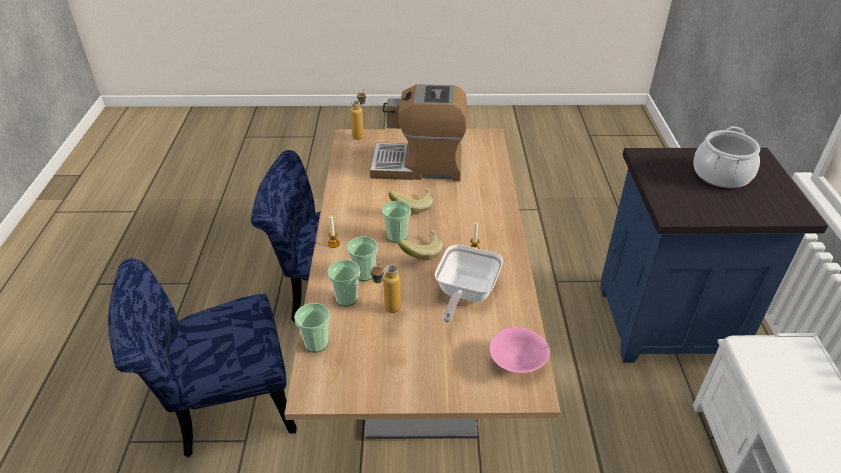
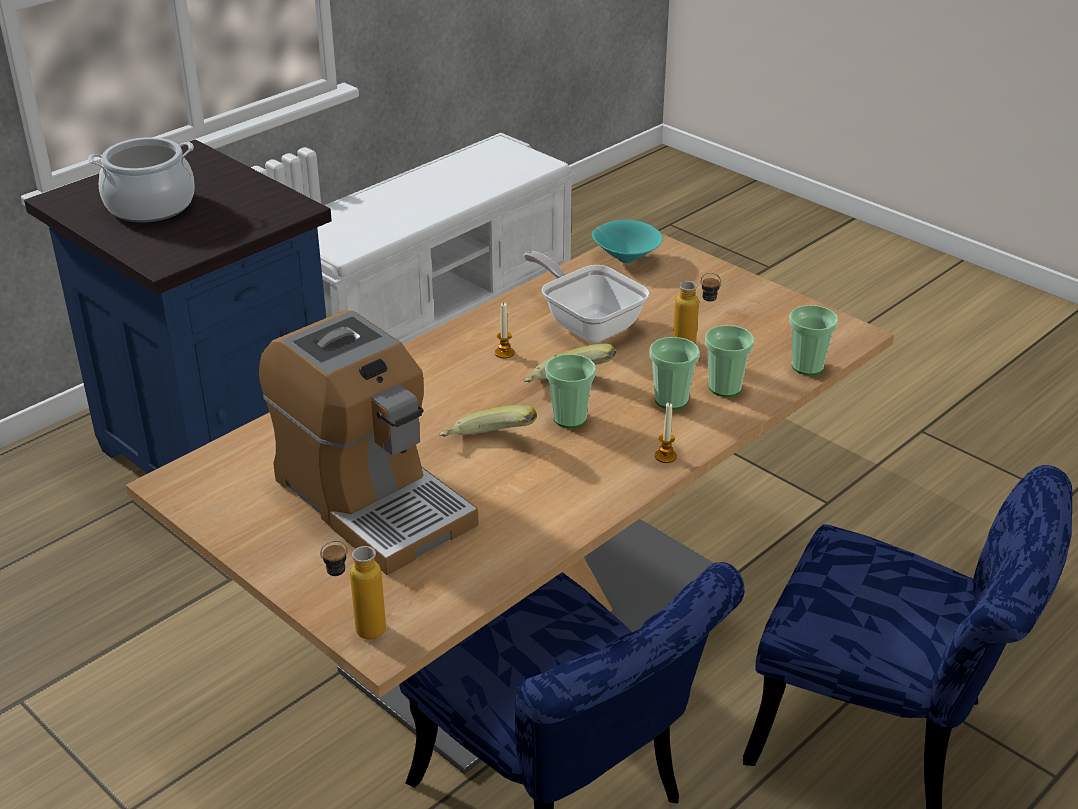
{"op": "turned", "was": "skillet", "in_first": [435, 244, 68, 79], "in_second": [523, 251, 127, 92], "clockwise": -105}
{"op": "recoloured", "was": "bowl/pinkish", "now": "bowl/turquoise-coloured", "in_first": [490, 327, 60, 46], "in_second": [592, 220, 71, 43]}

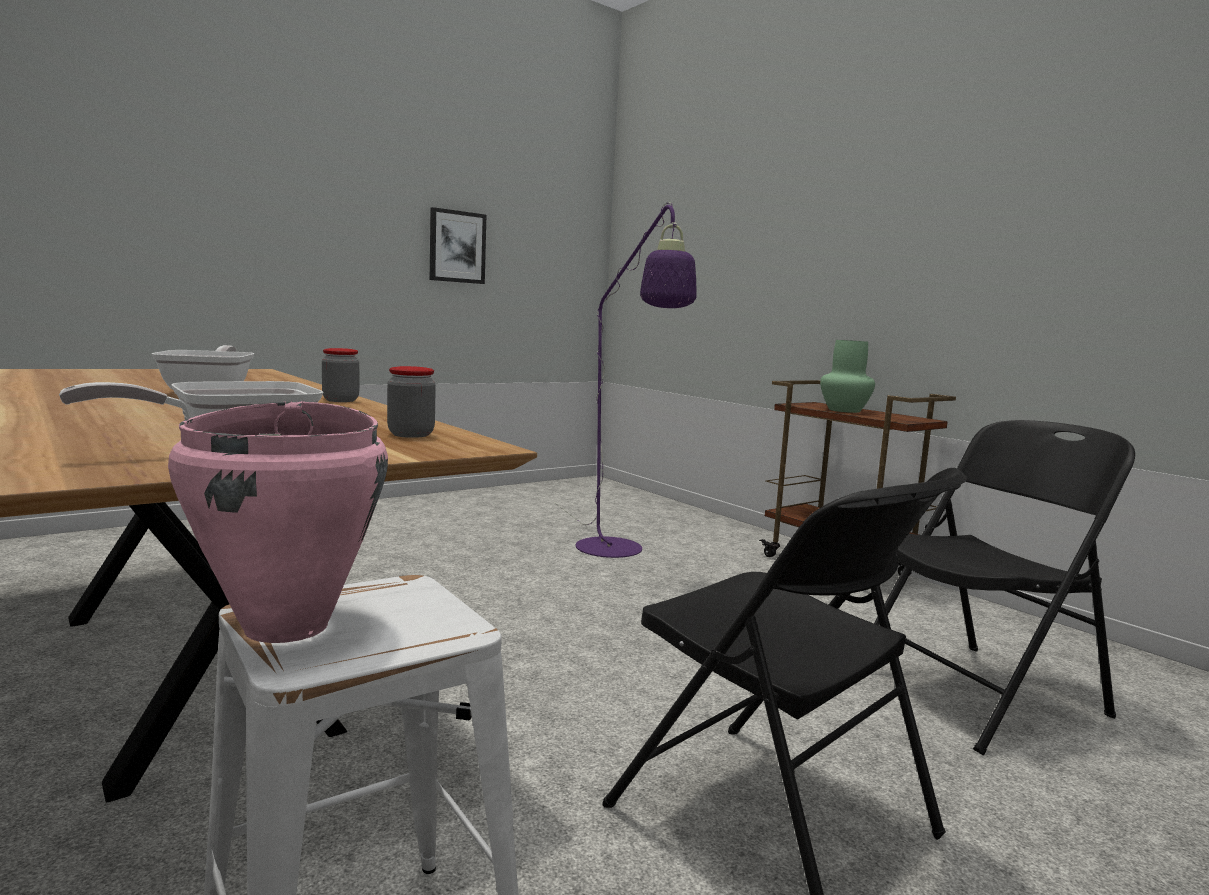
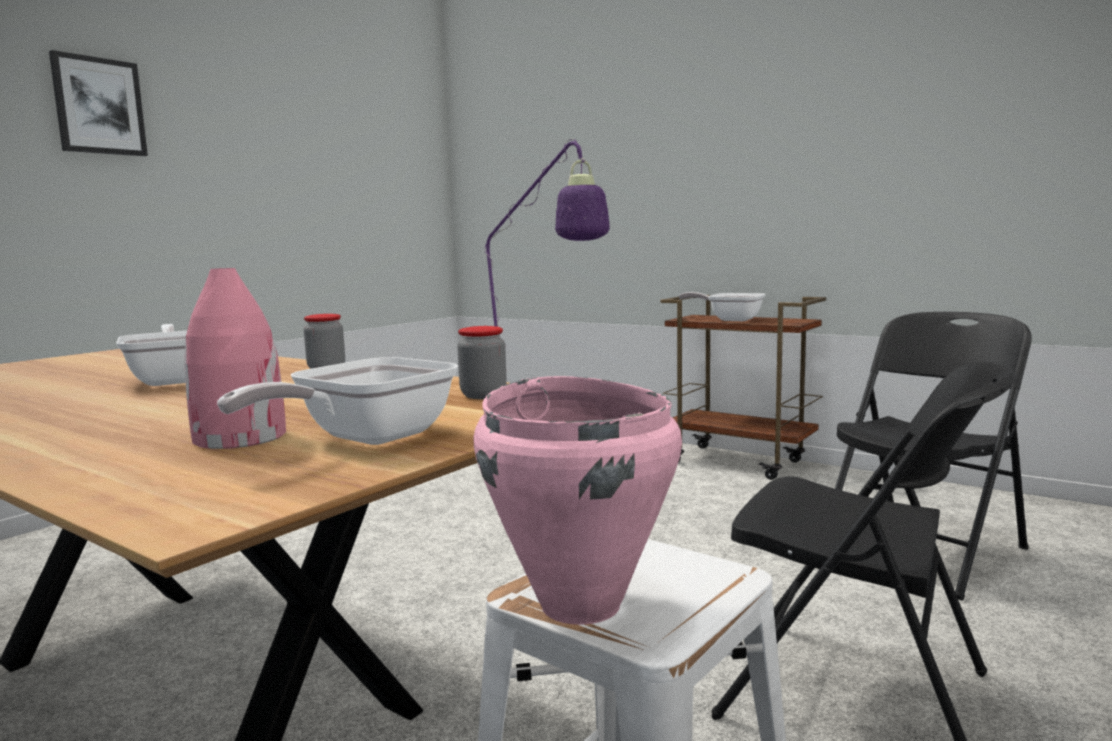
{"op": "moved", "was": "wall art", "in_first": [430, 207, 56, 77], "in_second": [49, 50, 99, 106]}
{"op": "replaced", "was": "vase/greenish", "now": "skillet", "in_first": [820, 340, 55, 73], "in_second": [679, 292, 86, 29]}
{"op": "added", "now": "vase/pinkish", "in_second": [184, 268, 102, 181]}

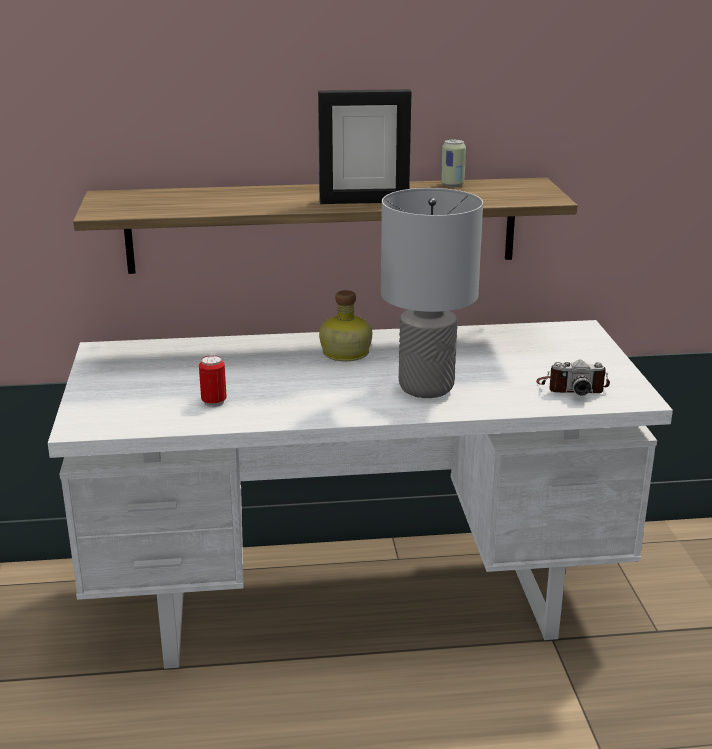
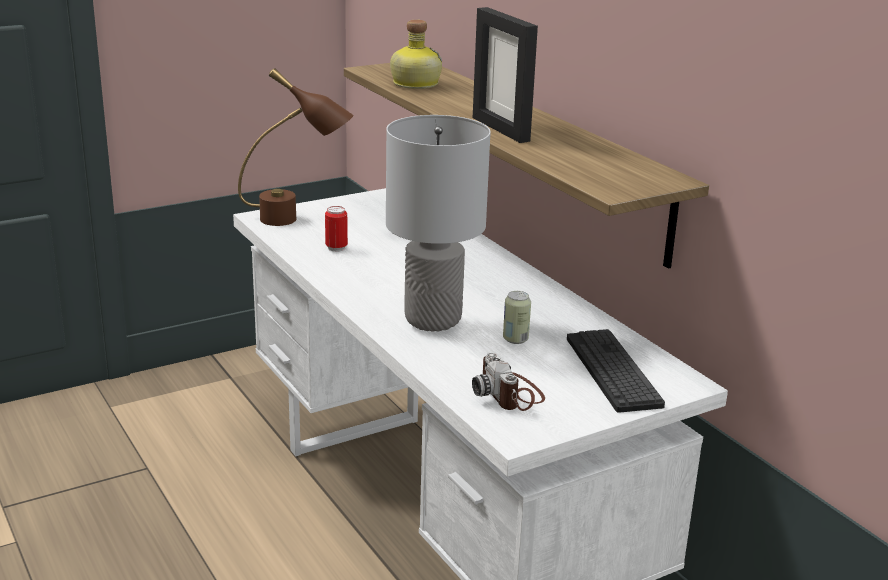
{"op": "moved", "was": "can", "in_first": [441, 139, 25, 48], "in_second": [503, 291, 28, 53]}
{"op": "moved", "was": "bottle", "in_first": [319, 290, 53, 71], "in_second": [390, 20, 52, 69]}
{"op": "added", "now": "lamp for a table/brownish", "in_second": [238, 68, 115, 158]}
{"op": "added", "now": "keyboard", "in_second": [567, 329, 98, 84]}

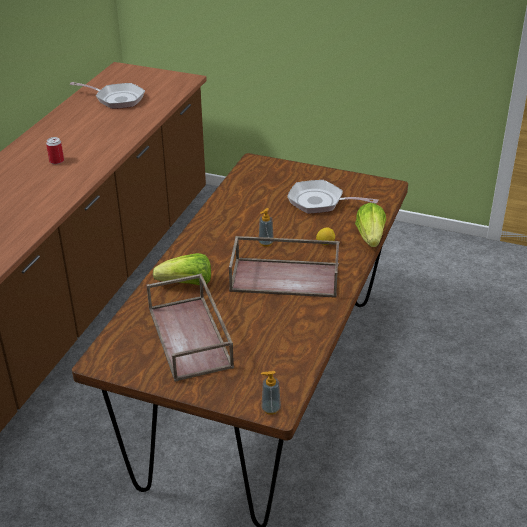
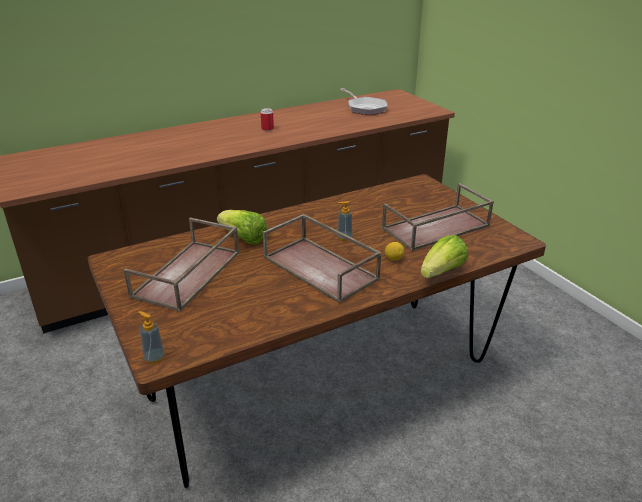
{"op": "replaced", "was": "skillet", "now": "serving tray/brownish", "in_first": [287, 180, 91, 34], "in_second": [382, 183, 112, 68]}

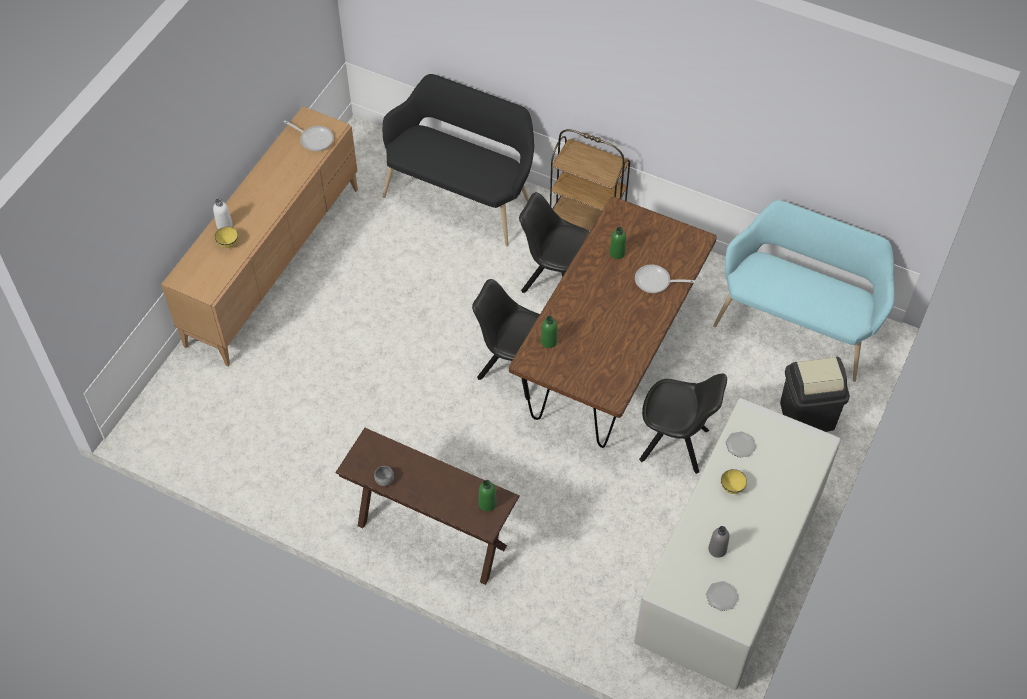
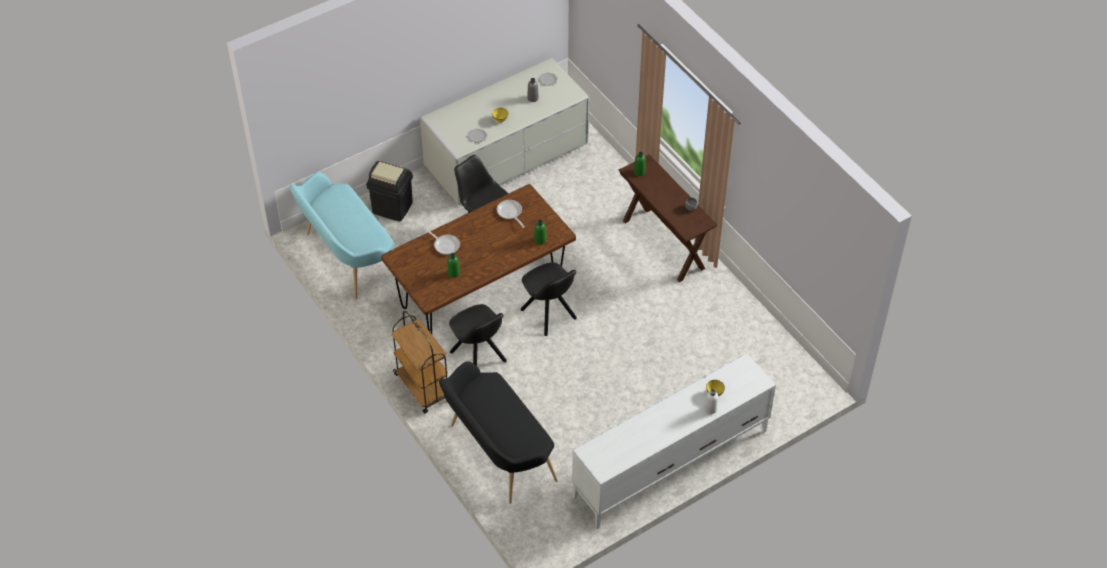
{"op": "recoloured", "was": "storage cabinet/brownish", "now": "storage cabinet/whitish", "in_first": [161, 106, 197, 260], "in_second": [572, 353, 204, 176]}
{"op": "moved", "was": "skillet", "in_first": [284, 120, 50, 31], "in_second": [497, 200, 28, 28]}

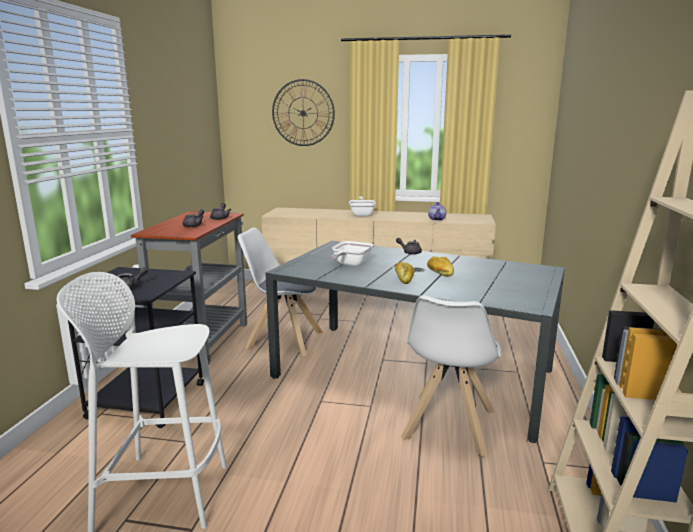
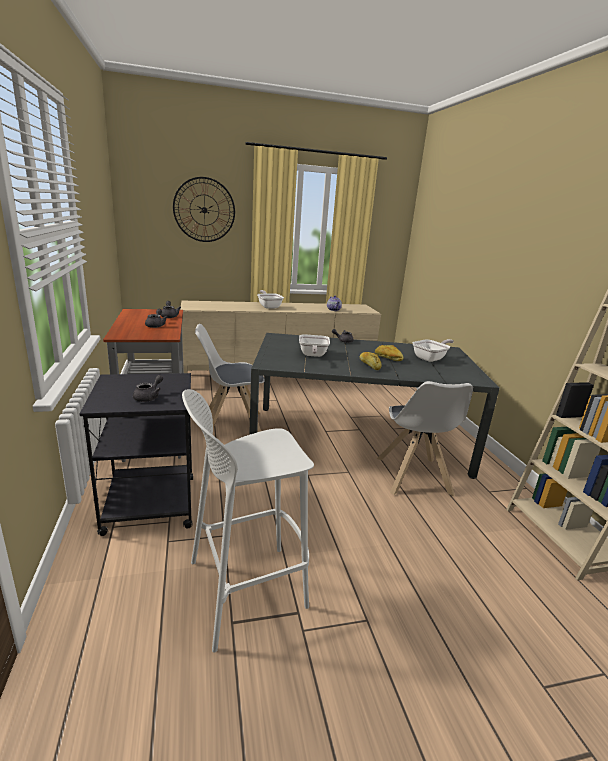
{"op": "added", "now": "skillet", "in_second": [413, 339, 41, 23]}

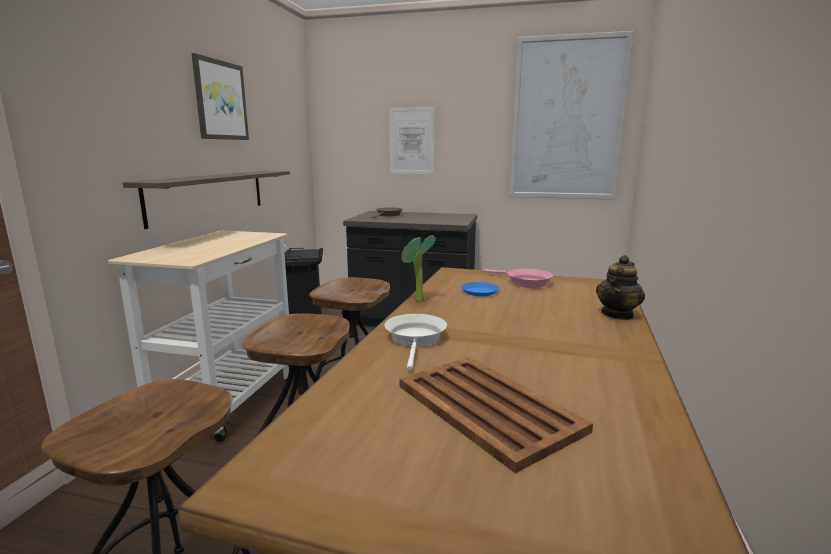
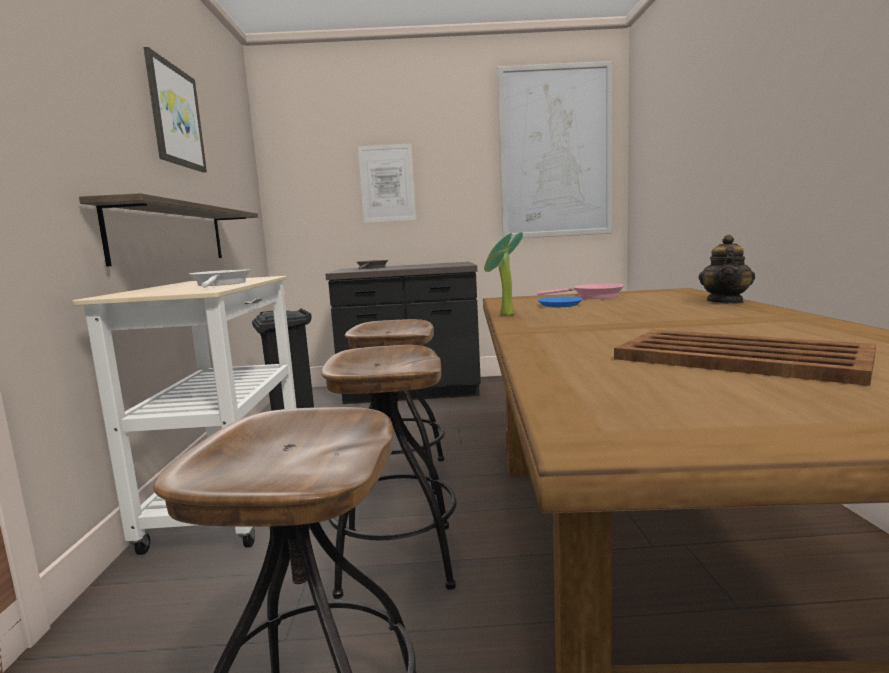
{"op": "moved", "was": "skillet/whitish", "in_first": [385, 314, 62, 57], "in_second": [189, 269, 62, 19]}

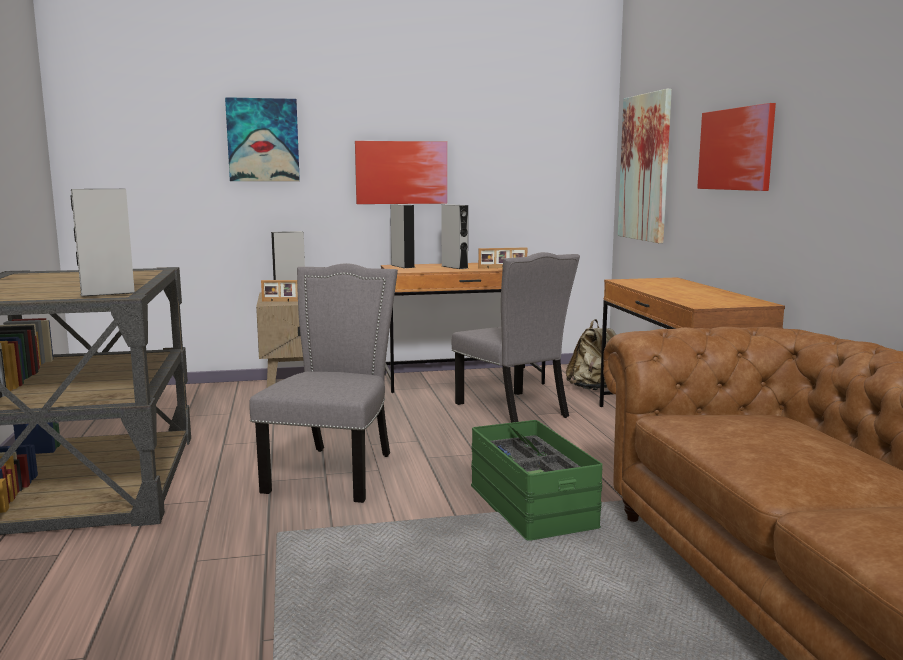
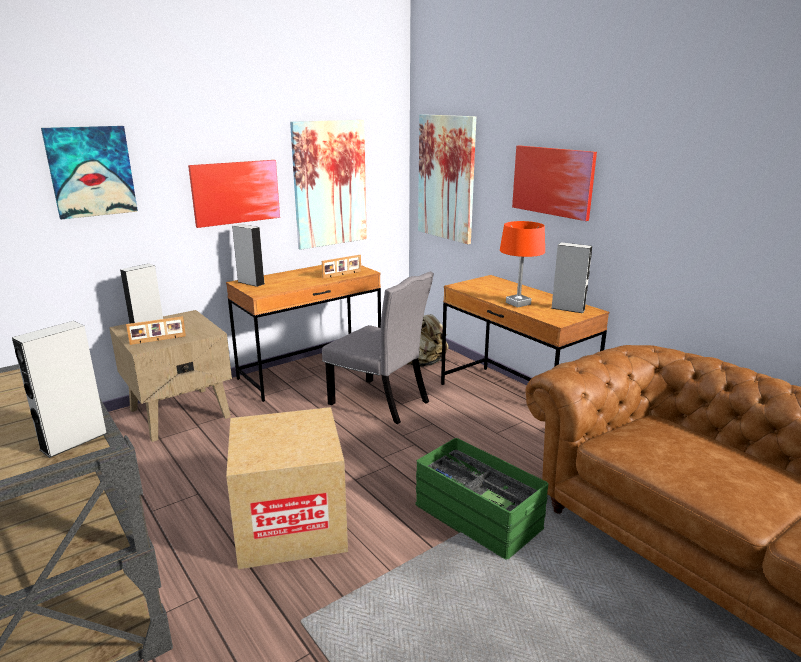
{"op": "moved", "was": "speaker/greyish", "in_first": [442, 204, 26, 65], "in_second": [551, 242, 41, 71]}
{"op": "replaced", "was": "upright chair/greyish", "now": "carton", "in_first": [249, 263, 149, 240], "in_second": [226, 407, 122, 162]}
{"op": "added", "now": "wall art", "in_second": [290, 120, 77, 130]}
{"op": "added", "now": "lamp for a table/orangey", "in_second": [500, 221, 45, 87]}

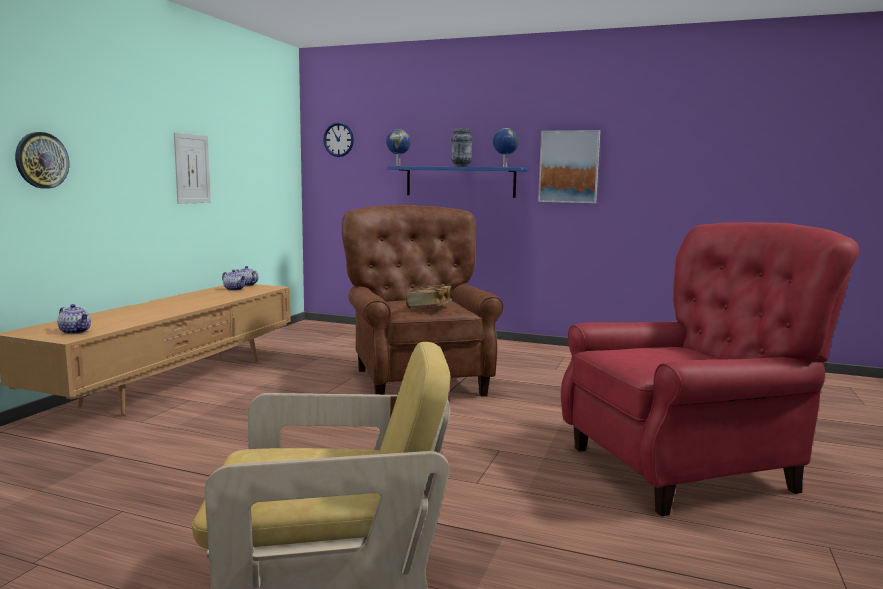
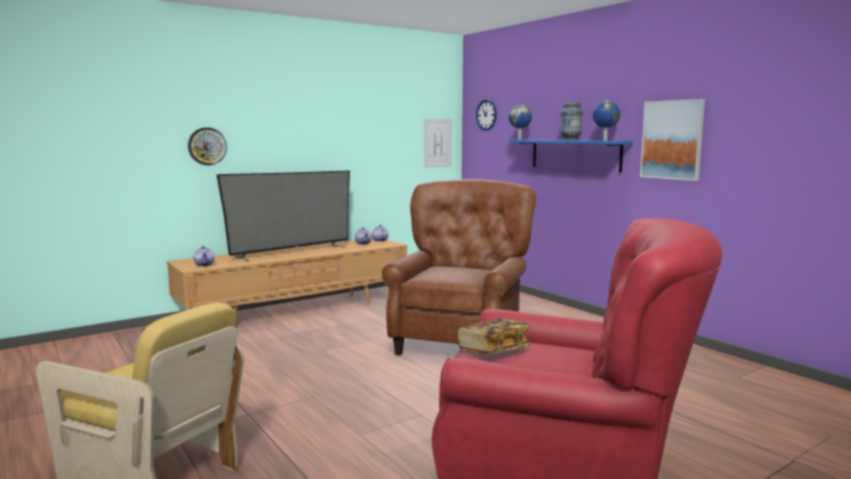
{"op": "moved", "was": "wall art", "in_first": [174, 132, 37, 72], "in_second": [425, 118, 27, 49]}
{"op": "moved", "was": "bound book", "in_first": [406, 285, 46, 24], "in_second": [458, 318, 73, 36]}
{"op": "added", "now": "TV", "in_second": [217, 171, 133, 91]}

